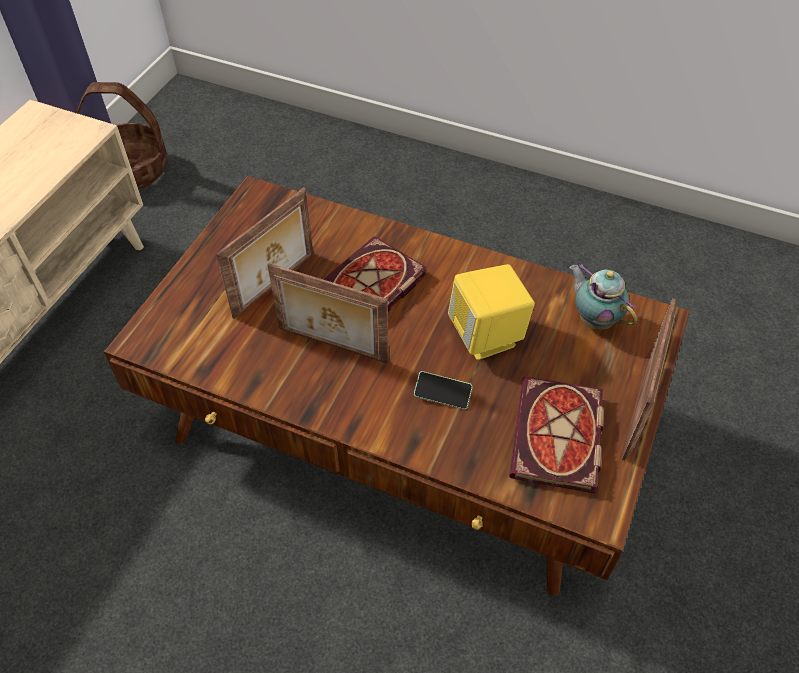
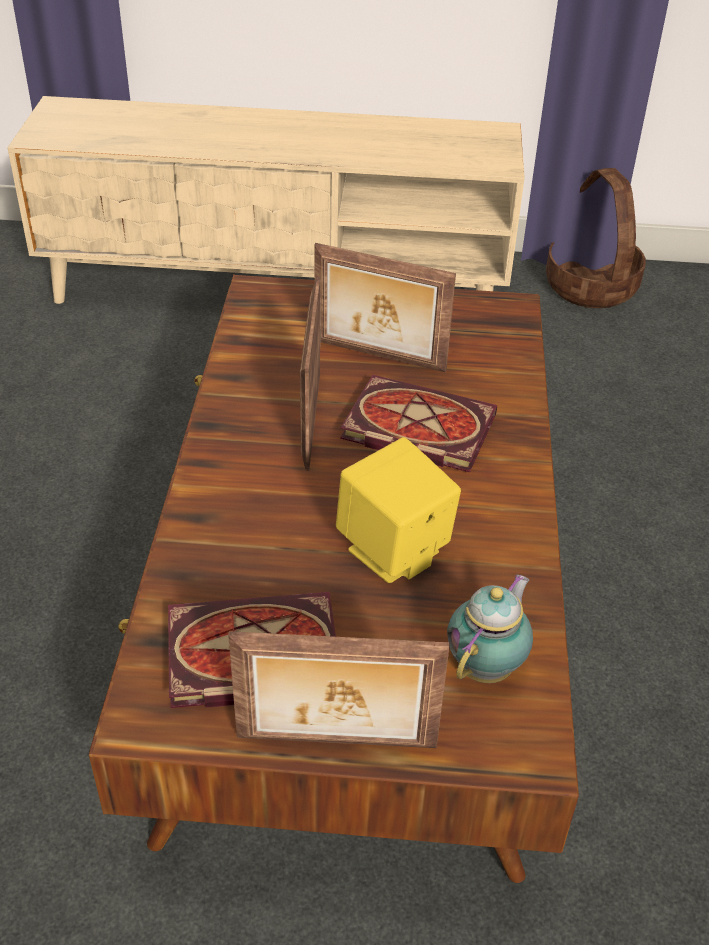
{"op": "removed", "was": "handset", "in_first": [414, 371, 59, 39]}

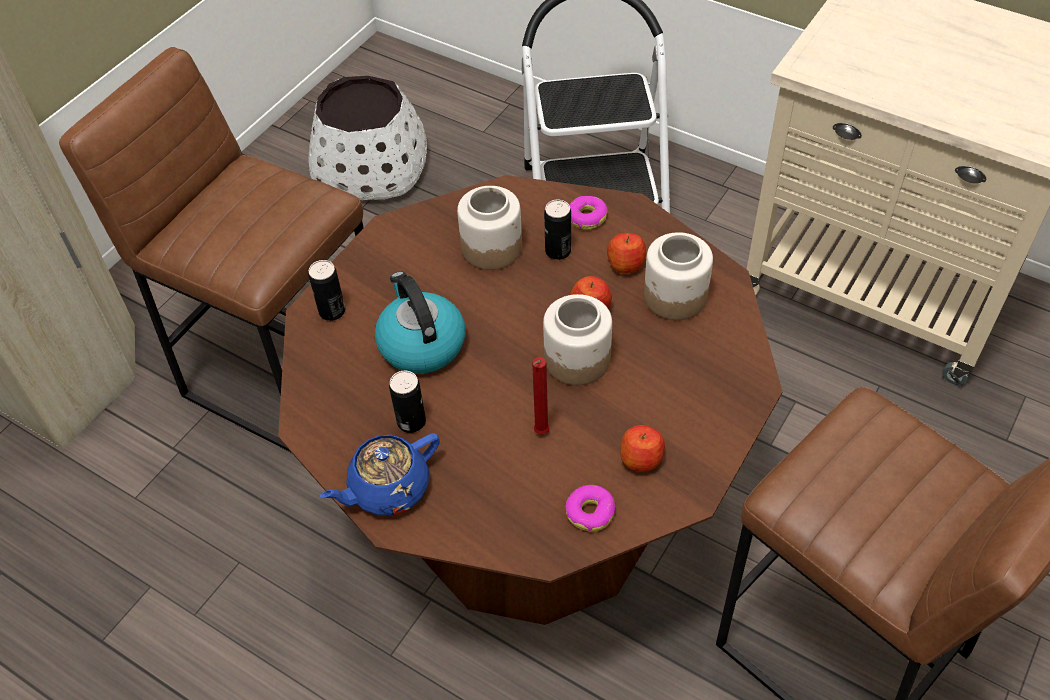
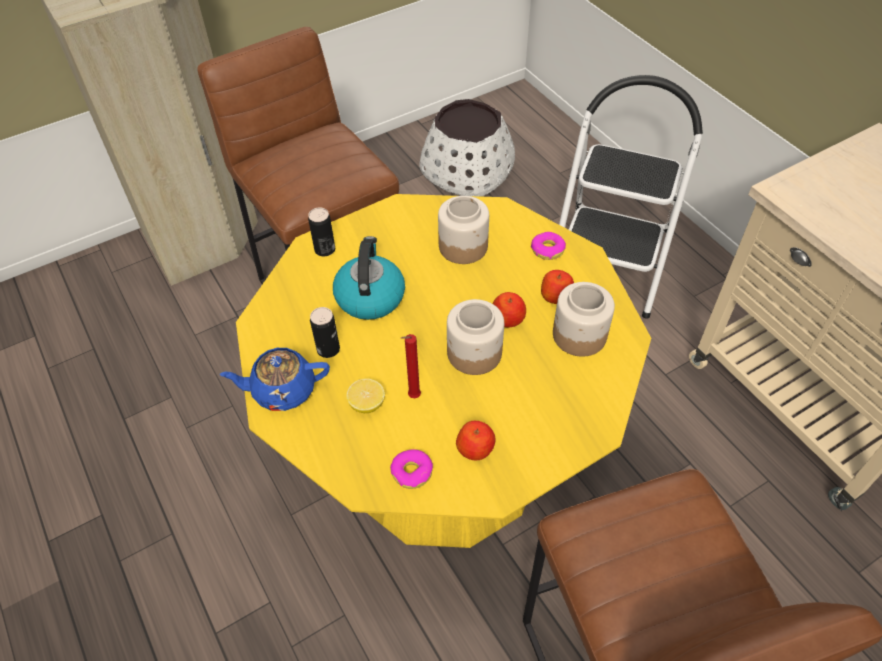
{"op": "recoloured", "was": "dining table/brownish", "now": "dining table/yellow-coloured", "in_first": [278, 175, 505, 450], "in_second": [236, 194, 415, 354]}
{"op": "removed", "was": "can", "in_first": [544, 199, 27, 61]}
{"op": "added", "now": "whole lemon", "in_second": [346, 378, 39, 35]}

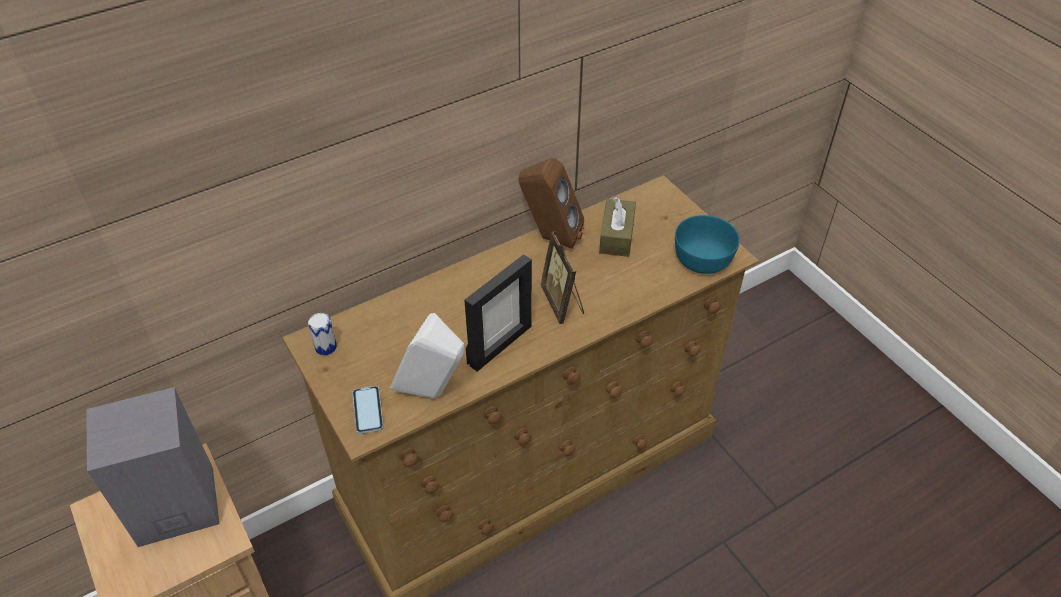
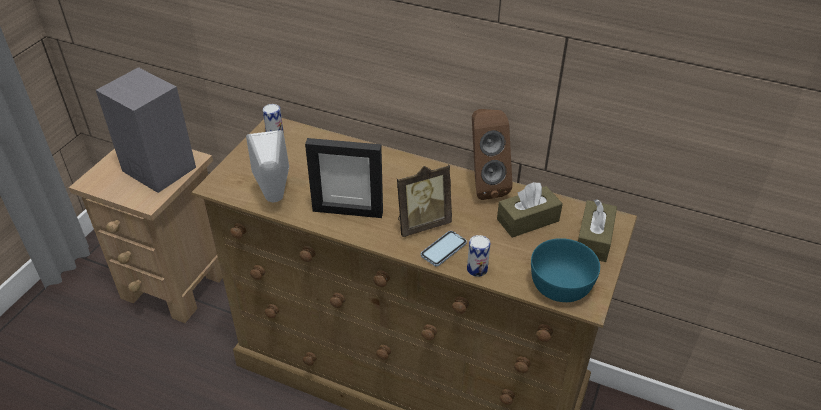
{"op": "turned", "was": "picture frame", "in_first": [541, 231, 43, 93], "in_second": [397, 164, 55, 73], "clockwise": -150}
{"op": "moved", "was": "handset", "in_first": [352, 386, 32, 48], "in_second": [421, 231, 46, 35]}
{"op": "added", "now": "tissue box/brownish", "in_second": [578, 199, 39, 63]}
{"op": "added", "now": "can", "in_second": [467, 235, 24, 42]}

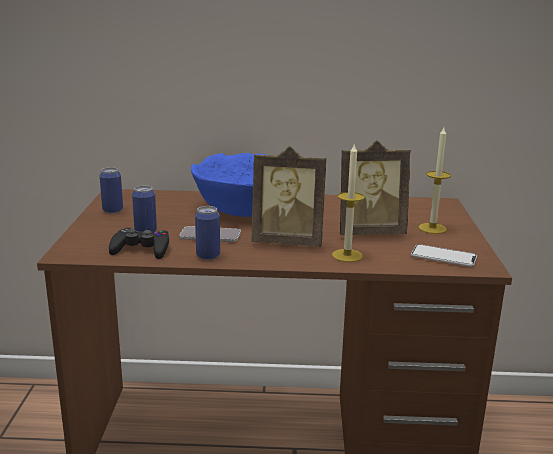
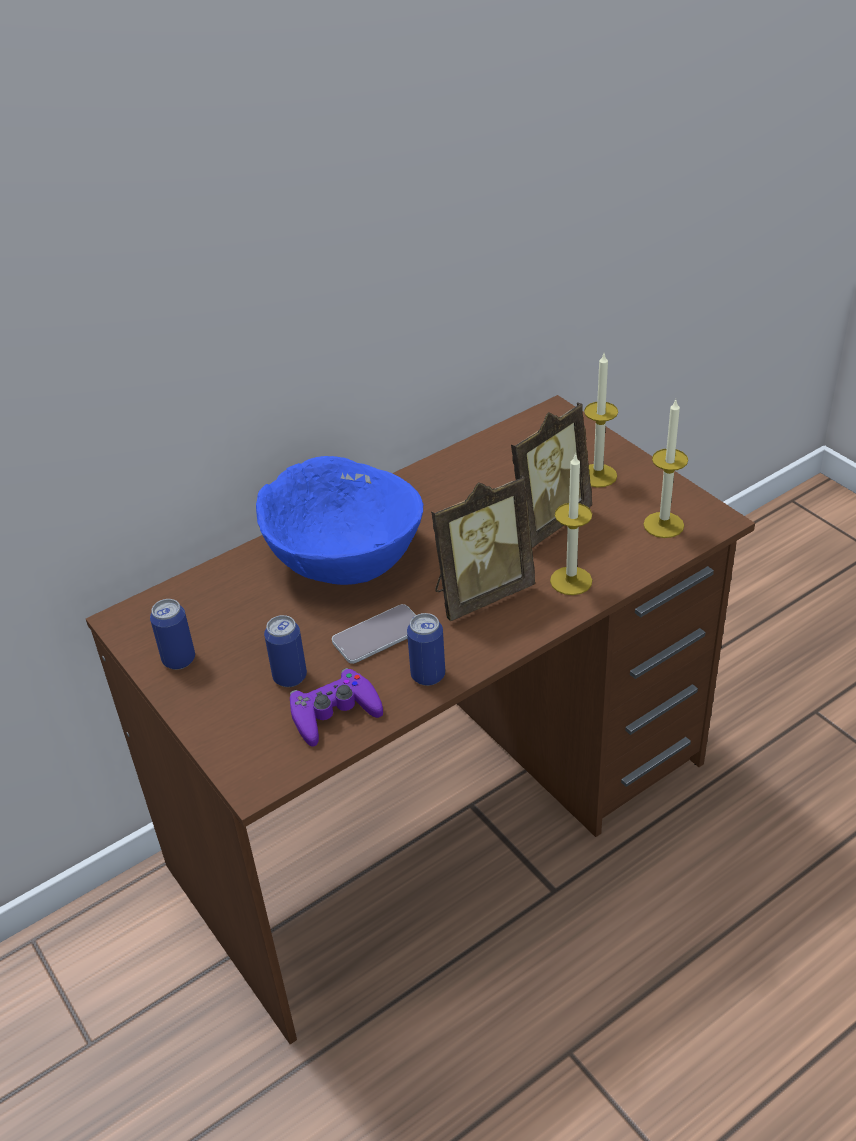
{"op": "recoloured", "was": "joypad/black", "now": "joypad/purple-coloured", "in_first": [109, 228, 60, 31], "in_second": [290, 668, 93, 79]}
{"op": "replaced", "was": "handset", "now": "wax light", "in_first": [411, 244, 66, 23], "in_second": [643, 400, 45, 138]}

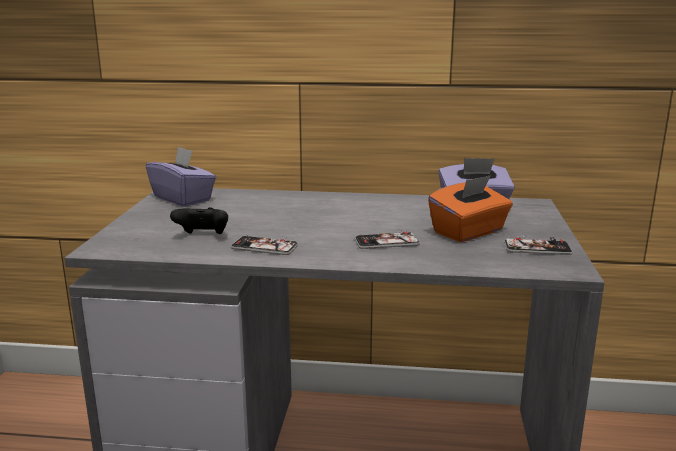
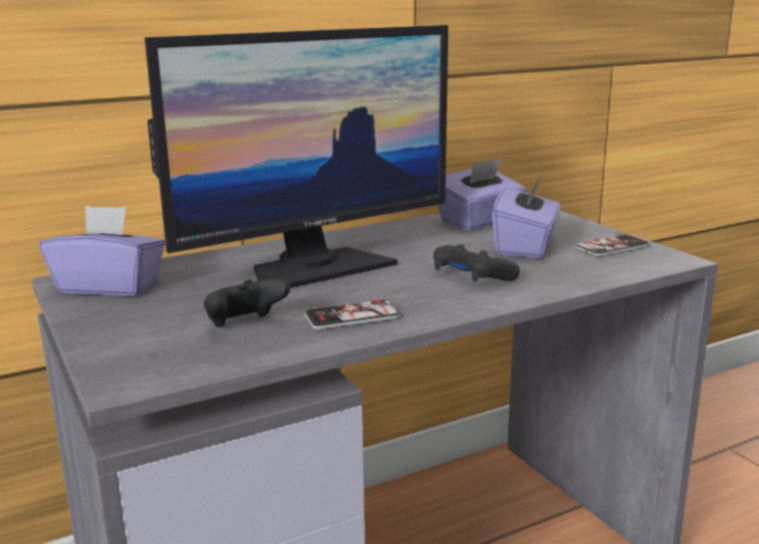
{"op": "recoloured", "was": "tissue box/orangey", "now": "tissue box/purple-coloured", "in_first": [428, 175, 85, 67], "in_second": [492, 175, 69, 83]}
{"op": "replaced", "was": "handset", "now": "joypad/black", "in_first": [354, 230, 66, 19], "in_second": [433, 244, 87, 38]}
{"op": "added", "now": "computer screen", "in_second": [144, 25, 304, 263]}

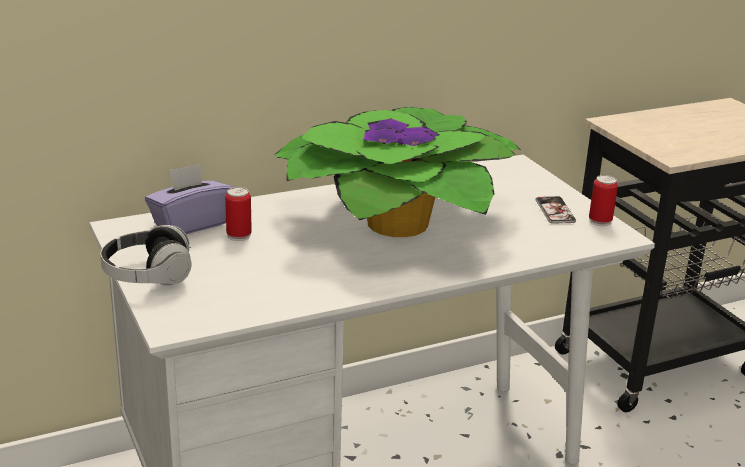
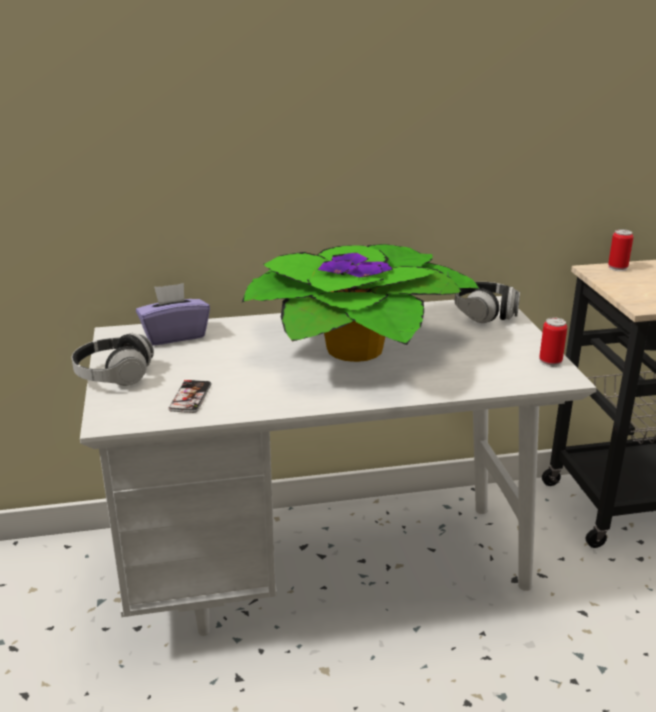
{"op": "moved", "was": "can", "in_first": [225, 187, 27, 54], "in_second": [608, 229, 25, 42]}
{"op": "moved", "was": "handset", "in_first": [535, 196, 41, 28], "in_second": [168, 380, 44, 33]}
{"op": "added", "now": "pair of headphones", "in_second": [455, 282, 65, 41]}

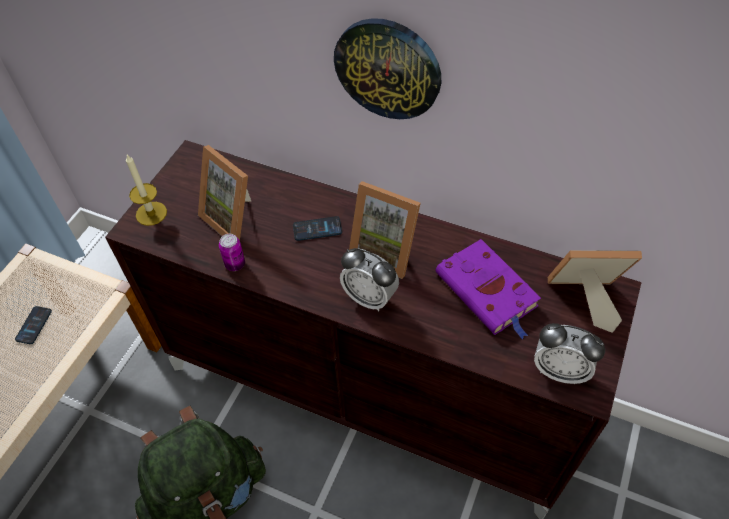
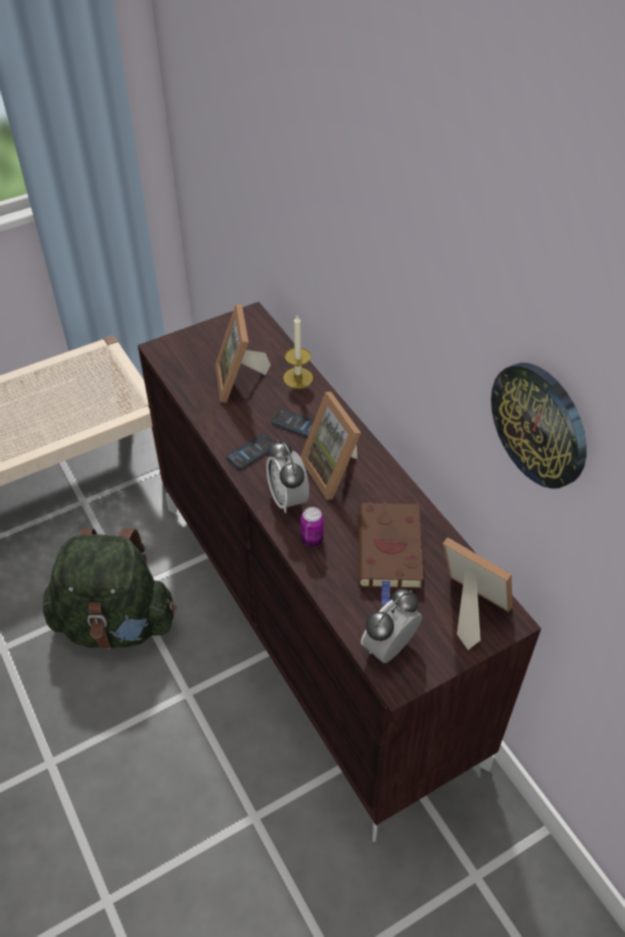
{"op": "moved", "was": "clock on the wall", "in_first": [334, 18, 107, 101], "in_second": [491, 363, 95, 126]}
{"op": "moved", "was": "wax light", "in_first": [126, 155, 41, 71], "in_second": [283, 314, 30, 75]}
{"op": "moved", "was": "can", "in_first": [219, 234, 26, 37], "in_second": [301, 507, 23, 41]}
{"op": "recoloured", "was": "bound book/purple-coloured", "now": "bound book/brownish", "in_first": [435, 239, 106, 101], "in_second": [358, 502, 66, 103]}
{"op": "moved", "was": "handset", "in_first": [15, 306, 37, 38], "in_second": [227, 434, 48, 35]}
{"op": "turned", "was": "table clock", "in_first": [534, 323, 71, 61], "in_second": [361, 589, 61, 74], "clockwise": 75}

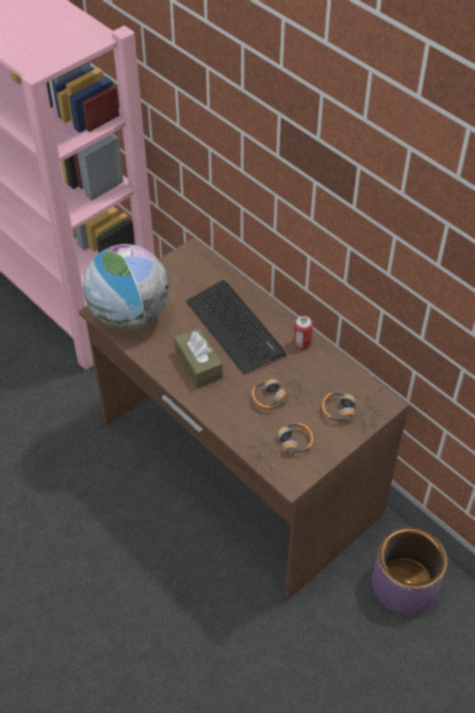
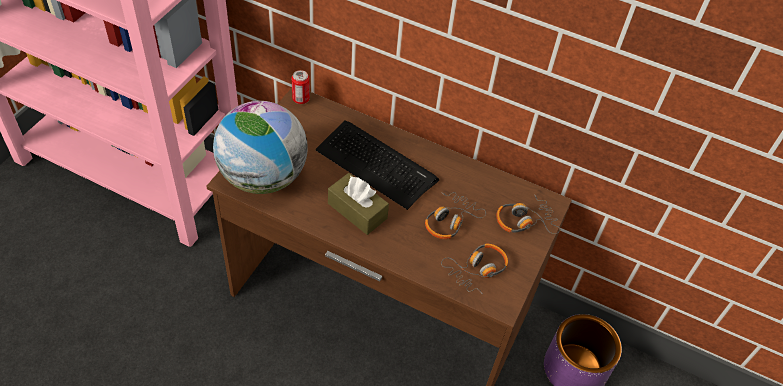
{"op": "moved", "was": "can", "in_first": [293, 316, 20, 33], "in_second": [292, 70, 18, 34]}

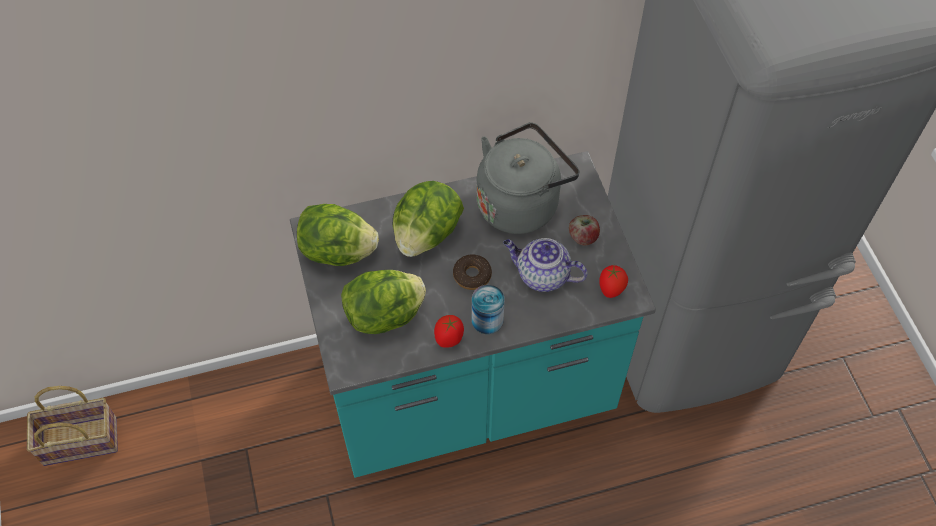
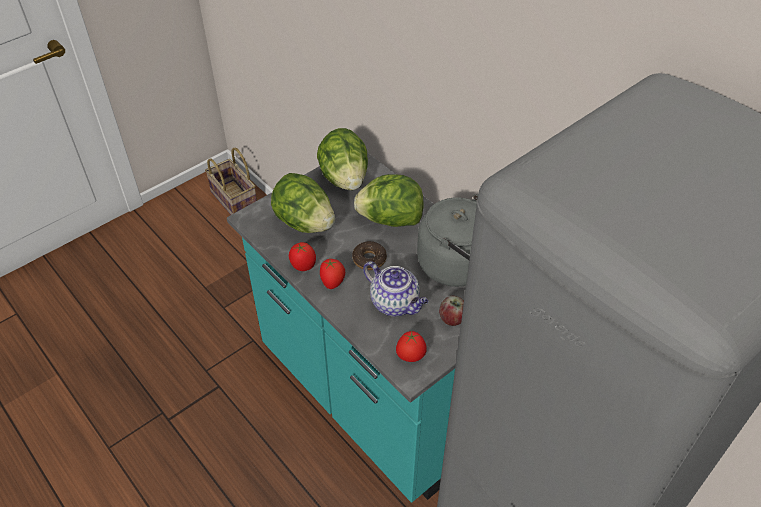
{"op": "turned", "was": "tea pot", "in_first": [503, 238, 85, 54], "in_second": [363, 261, 65, 55], "clockwise": 135}
{"op": "replaced", "was": "can", "now": "fresh tomato", "in_first": [472, 285, 33, 49], "in_second": [320, 259, 25, 30]}

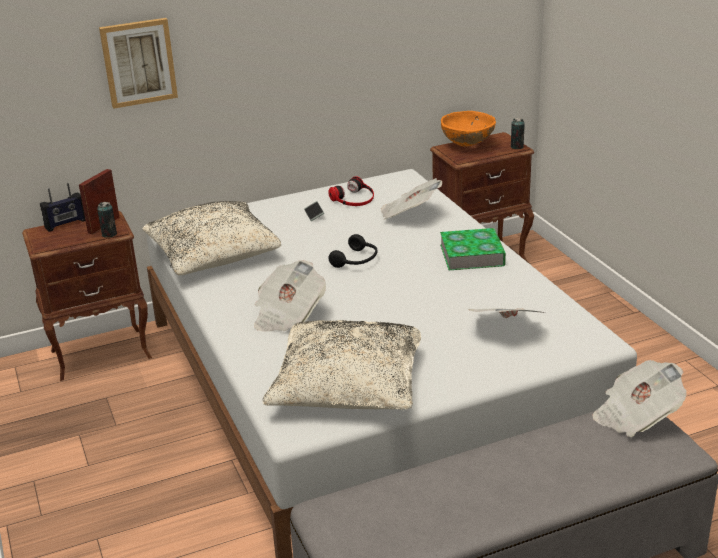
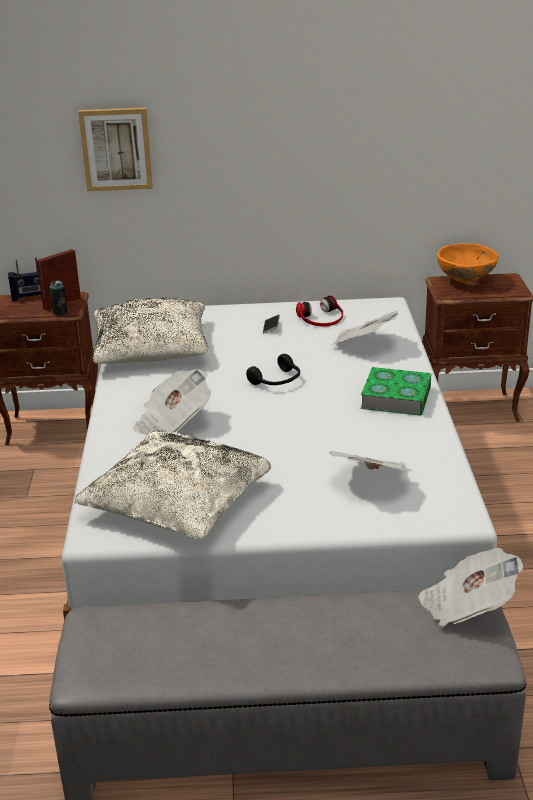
{"op": "removed", "was": "can", "in_first": [511, 118, 14, 31]}

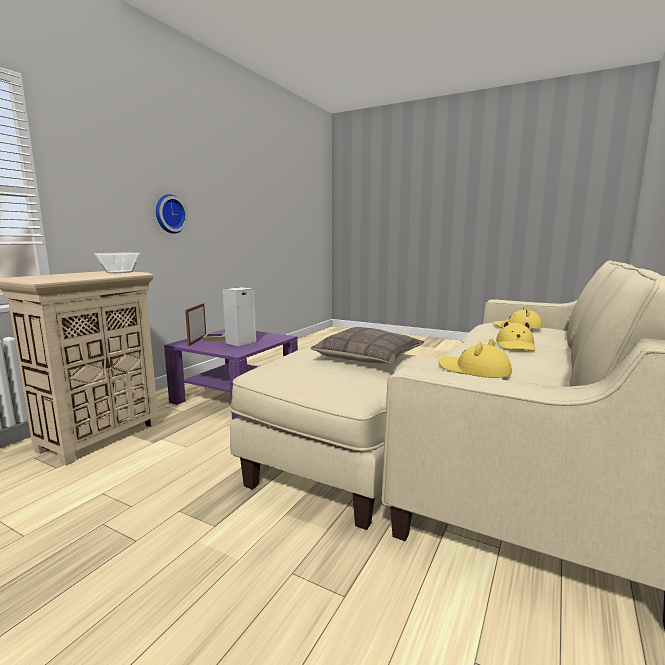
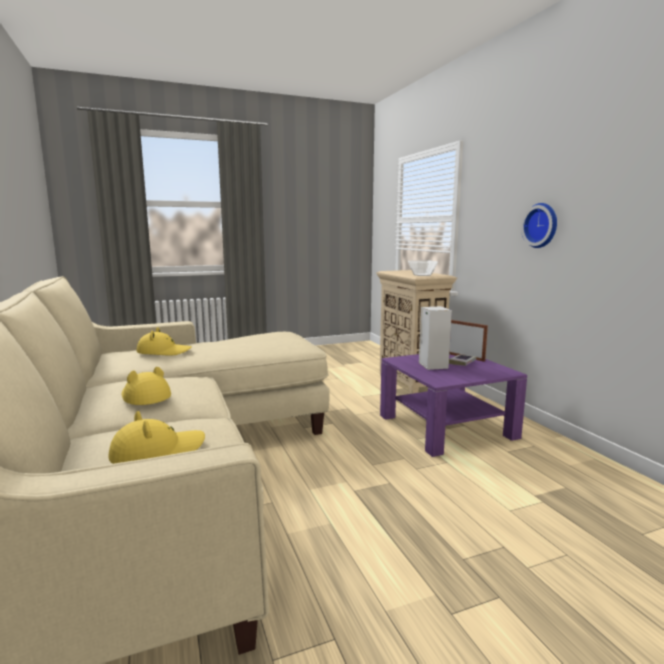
{"op": "removed", "was": "pillow", "in_first": [311, 327, 113, 37]}

